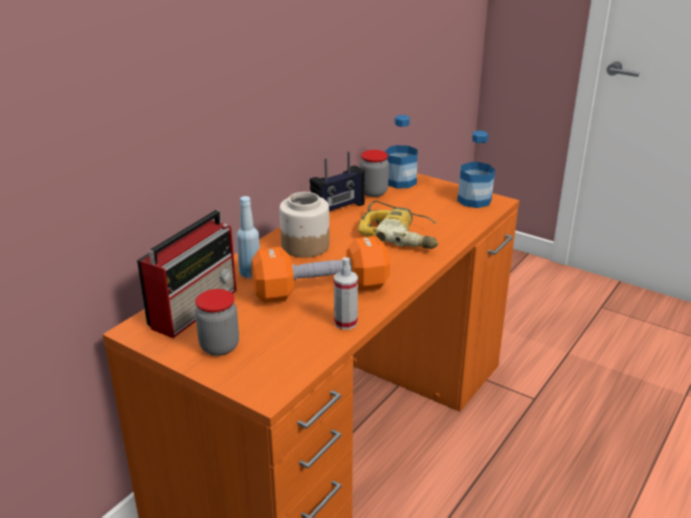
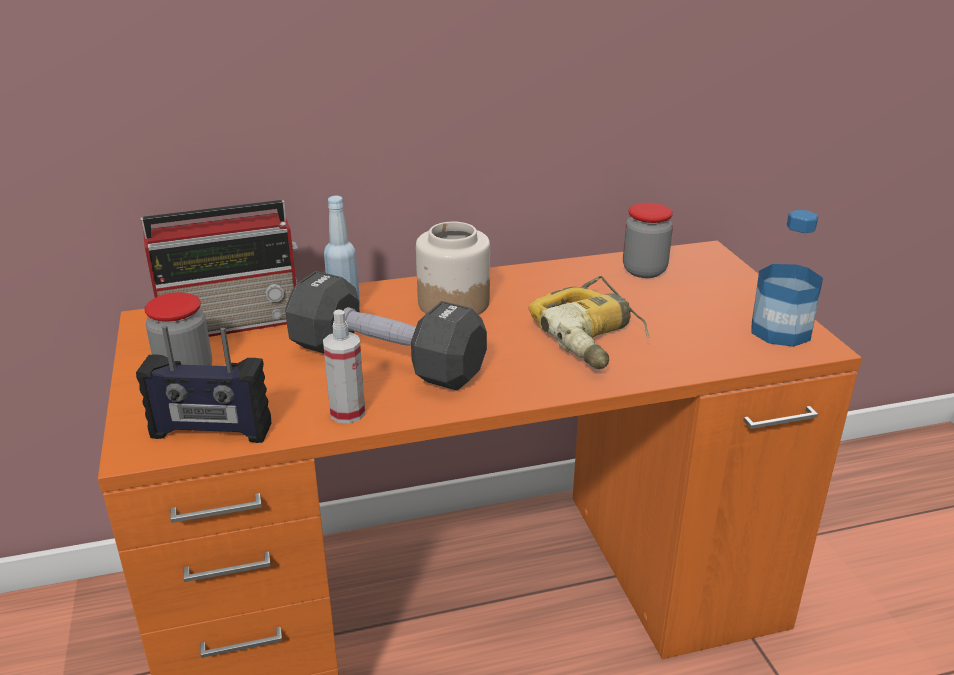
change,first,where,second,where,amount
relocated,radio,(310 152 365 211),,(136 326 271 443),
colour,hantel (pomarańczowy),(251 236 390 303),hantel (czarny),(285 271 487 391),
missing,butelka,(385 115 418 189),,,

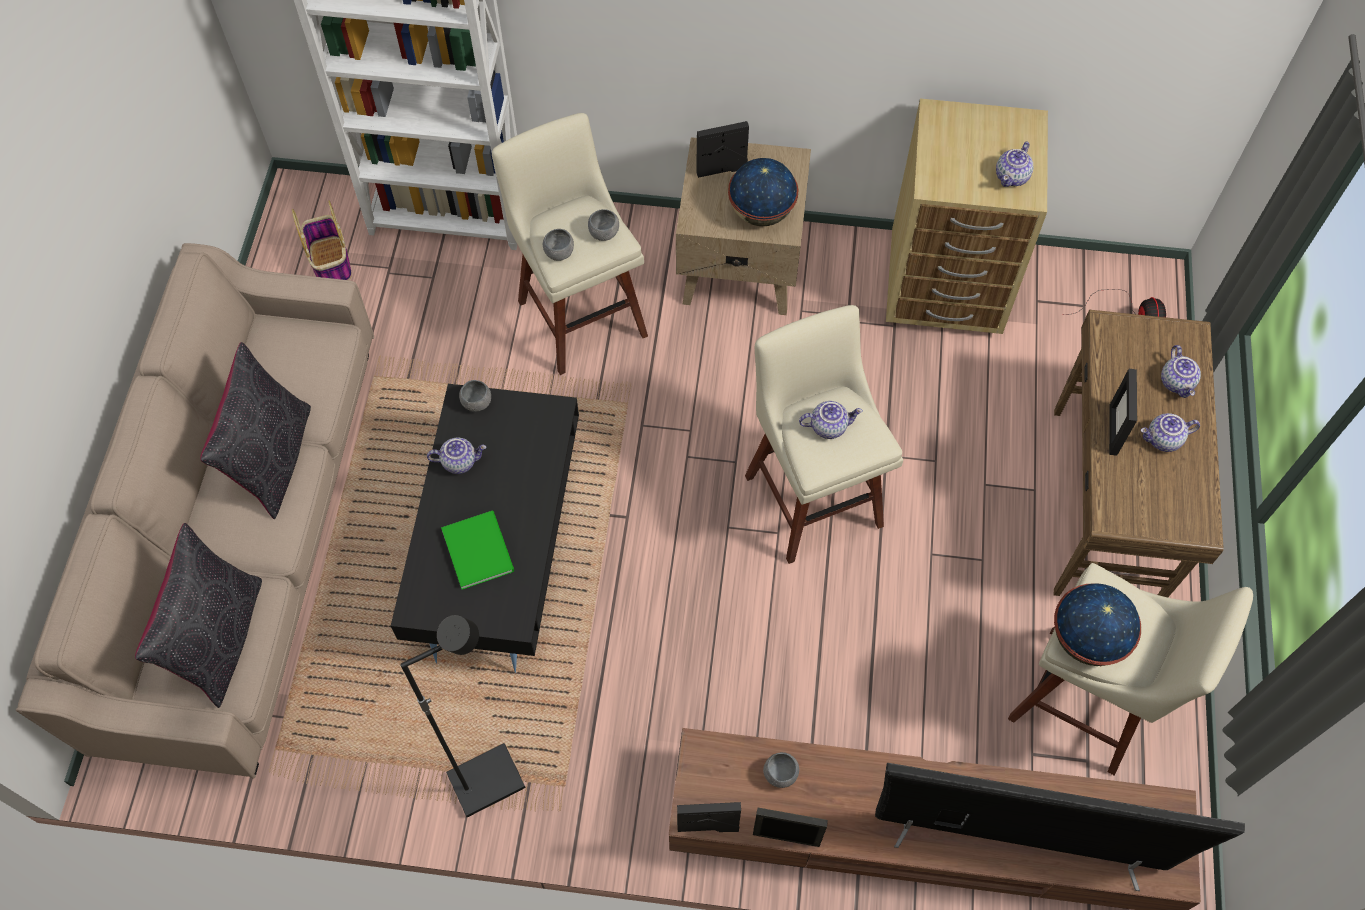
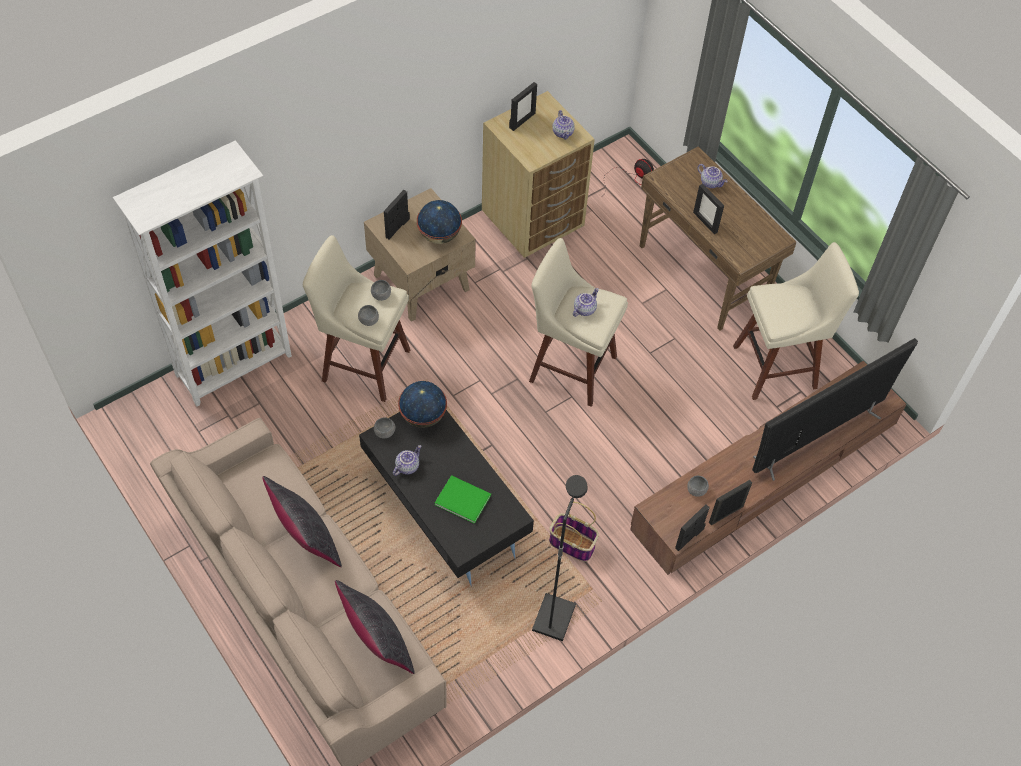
change,first,where,second,where,amount
relocated,globus,(1054 583 1141 666),,(398 381 447 428),
appeared,,,ramka na zdjęcie,(509 82 537 131),
relocated,koszyk,(292 200 352 280),,(549 502 599 562),
missing,imbryk,(1141 413 1200 452),,,

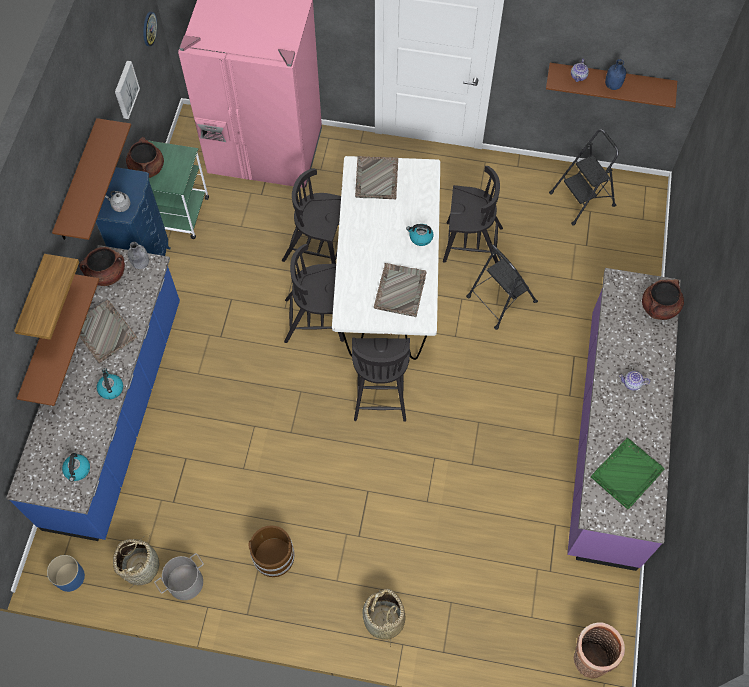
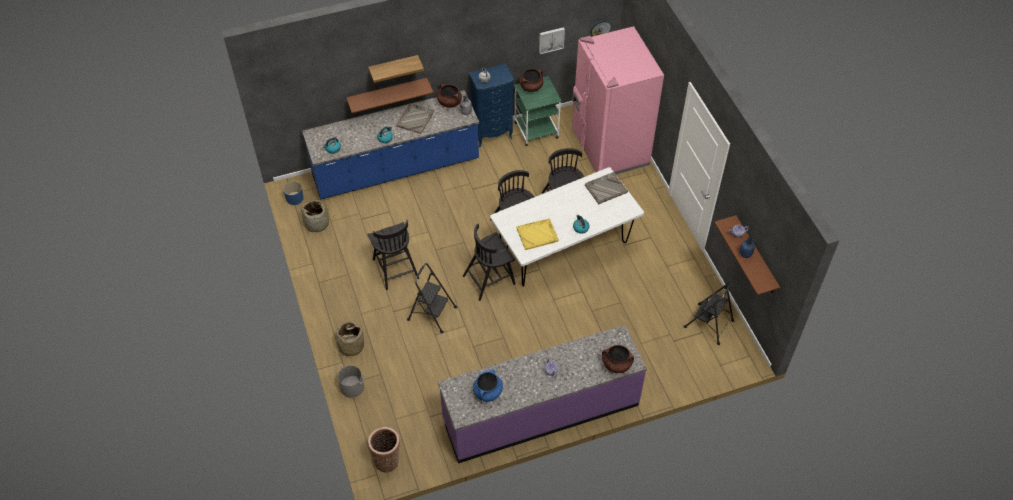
change,first,where,second,where,amount
relocated,wiadro (szary),(154 553 204 600),,(333 365 366 398),
relocated,krzesło (czarny),(443 166 503 263),,(368 220 419 290),
relocated,drabinka (czarny),(466 244 538 330),,(407 263 457 333),
exchanged,taca (zielony),(591 438 664 509),garnek (niebieski),(473 369 503 402),
colour,taca (szary),(374 263 427 317),taca (żółty),(516 218 559 250),
missing,półka (brązowy),(52 118 131 240),,,
missing,wiadro (brązowy),(249 525 295 577),,,

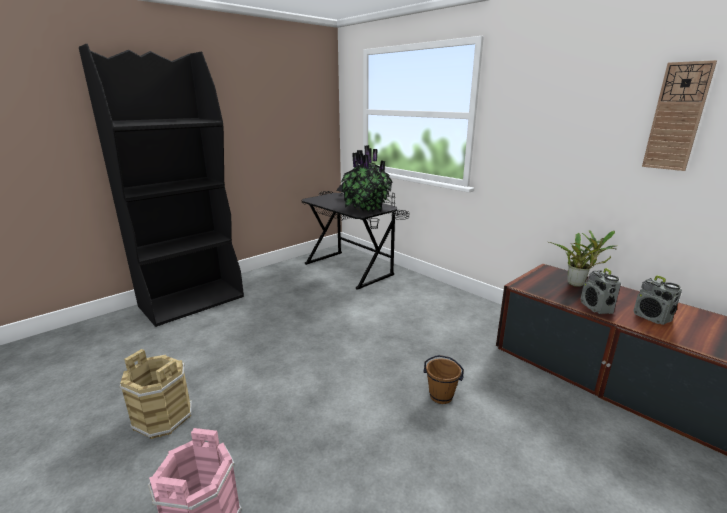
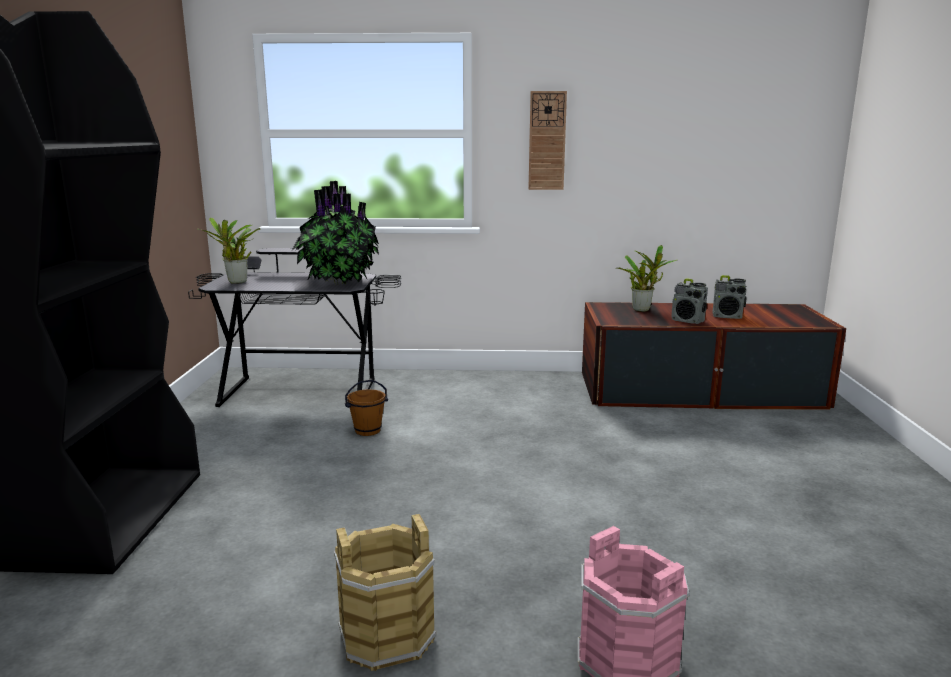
change,first,where,second,where,amount
appeared,,,roślina doniczkowa,(197 218 260 284),
relocated,wiadro (brązowy),(423 355 464 404),,(345 380 388 436),
relocated,zegar ścienny,(642 60 717 171),,(529 91 567 190),

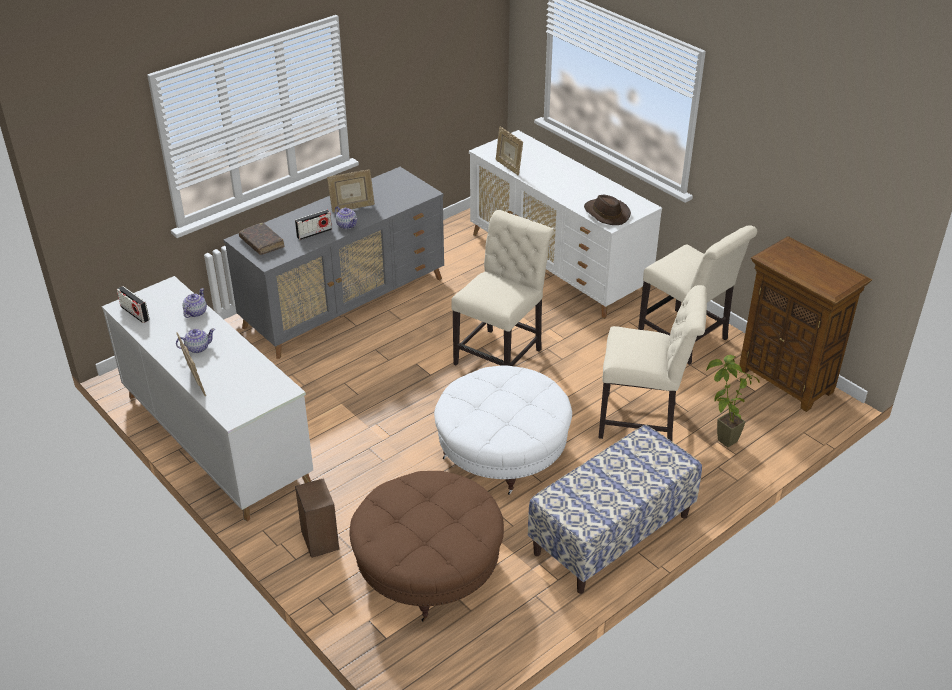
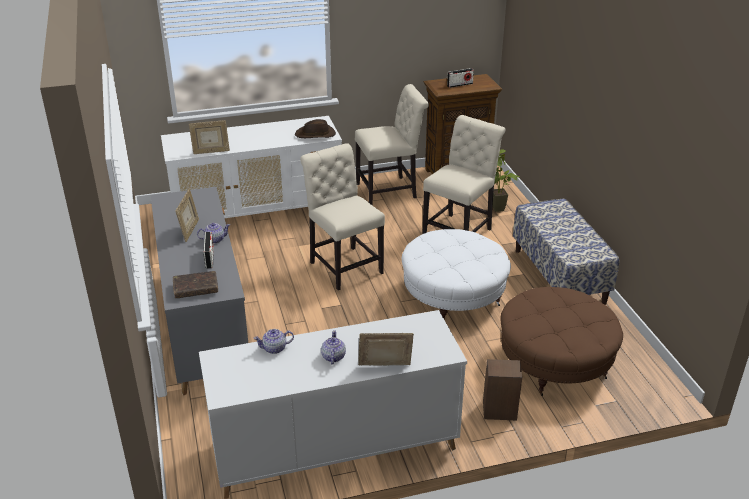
change,first,where,second,where,amount
spun,imbryk,(182 288 207 318),,(253 329 294 354),60 degrees counterclockwise
relocated,radio,(117 286 150 323),,(447 68 474 88),

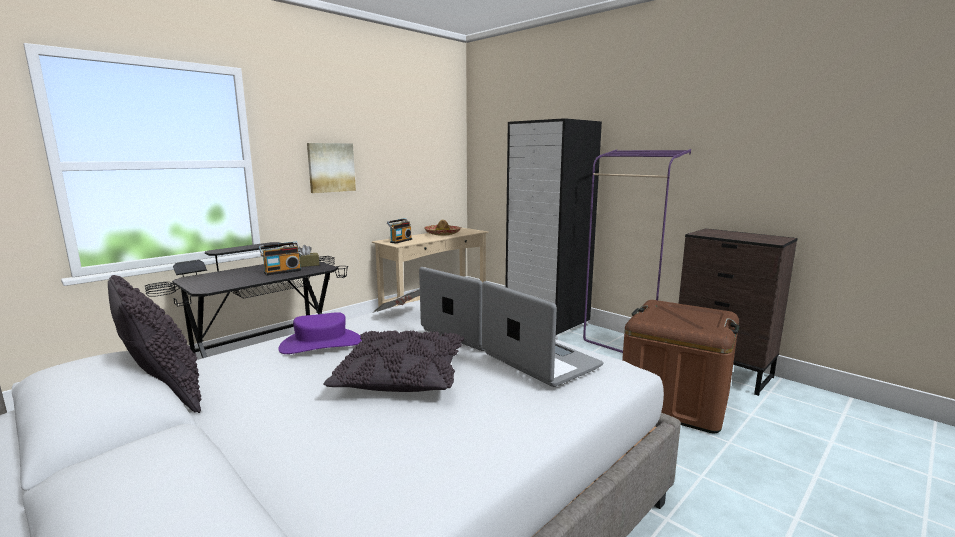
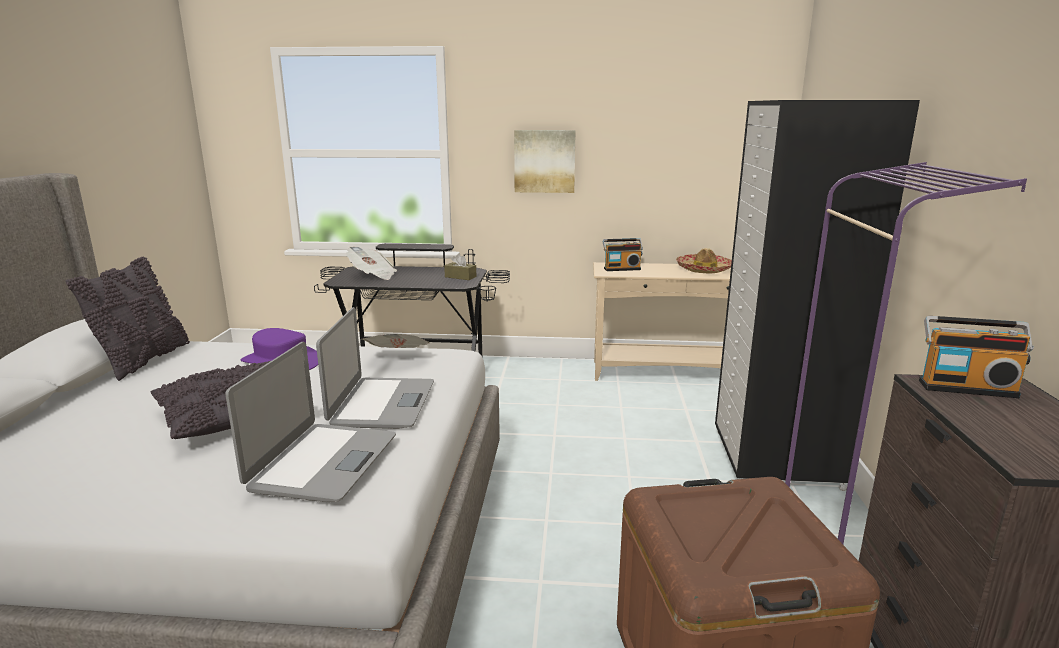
change,first,where,second,where,amount
appeared,,,gazeta,(346 246 397 280),
relocated,radio,(259 242 301 275),,(919 316 1034 398),

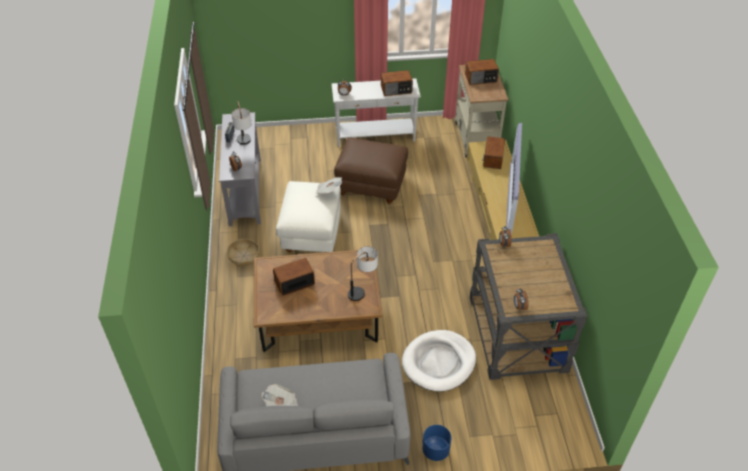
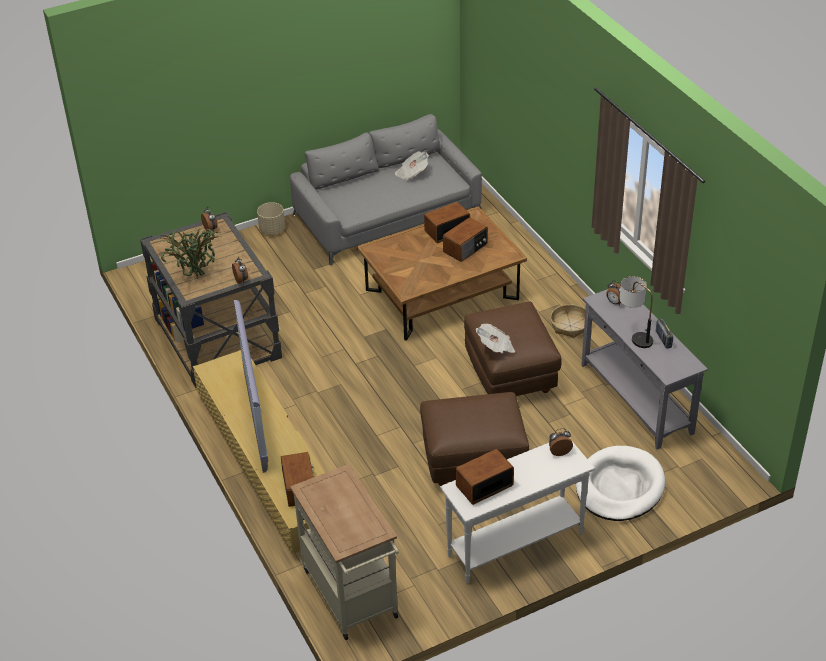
change,first,where,second,where,amount
appeared,,,roślina doniczkowa,(157 227 221 279),
colour,donica (niebieski),(422 425 451 461),donica (beżowy),(257 202 285 235),
relocated,radio,(465 59 499 85),,(424 202 470 243),
colour,pufa (biały),(276 181 341 252),pufa (brązowy),(464 302 562 396),
relocated,legowisko (biały),(402 330 476 392),,(576 446 665 521),
missing,lampa stołowa,(348 246 378 301),,,

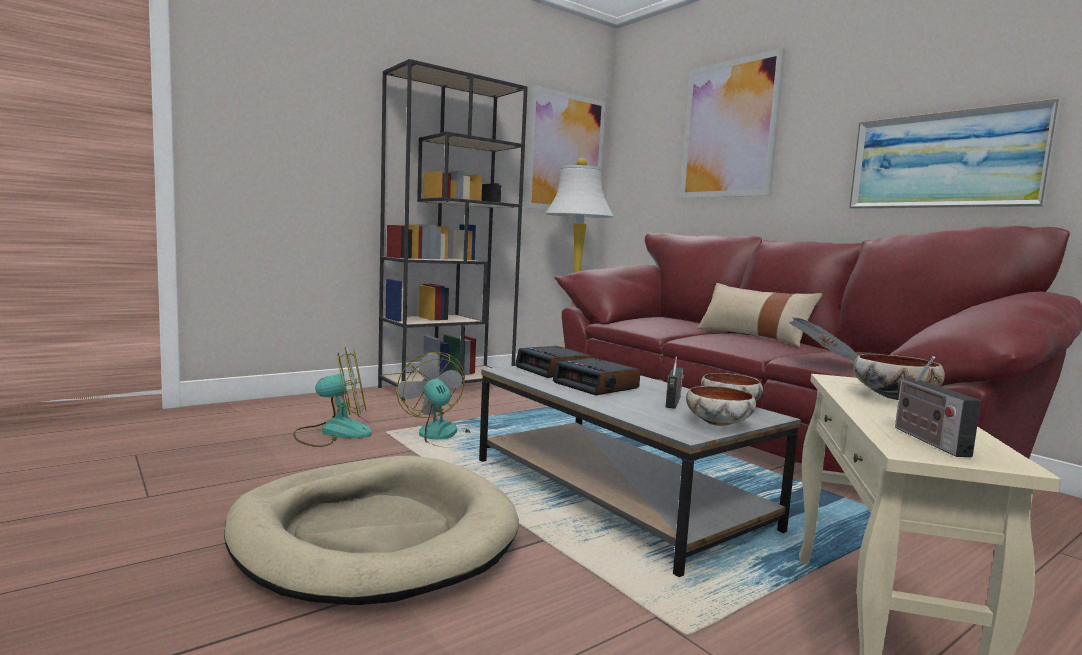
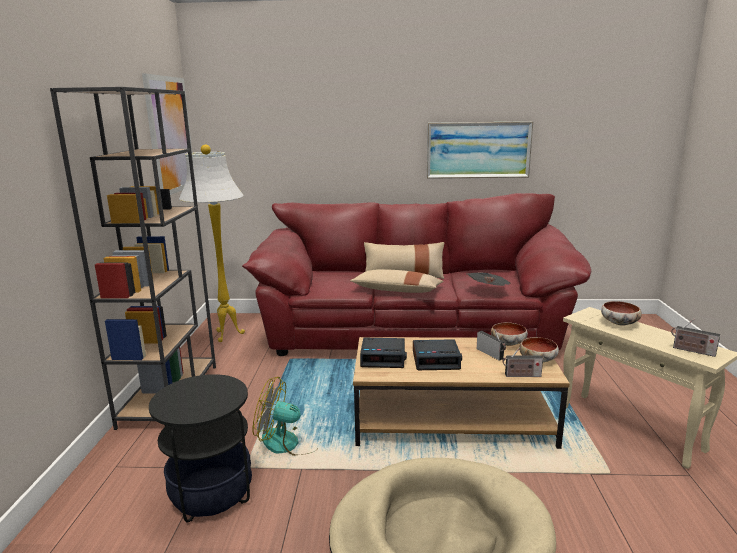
change,first,where,second,where,amount
exchanged,wentylator,(293 347 372 447),stolik (czarny),(149 374 252 523),
appeared,,,poduszka (beżowy),(350 269 443 293),
colour,ława (szary),(479 366 801 577),ława (brązowy),(353 337 570 449),
appeared,,,radio,(503 346 543 377),
missing,obraz,(680 48 786 198),,,

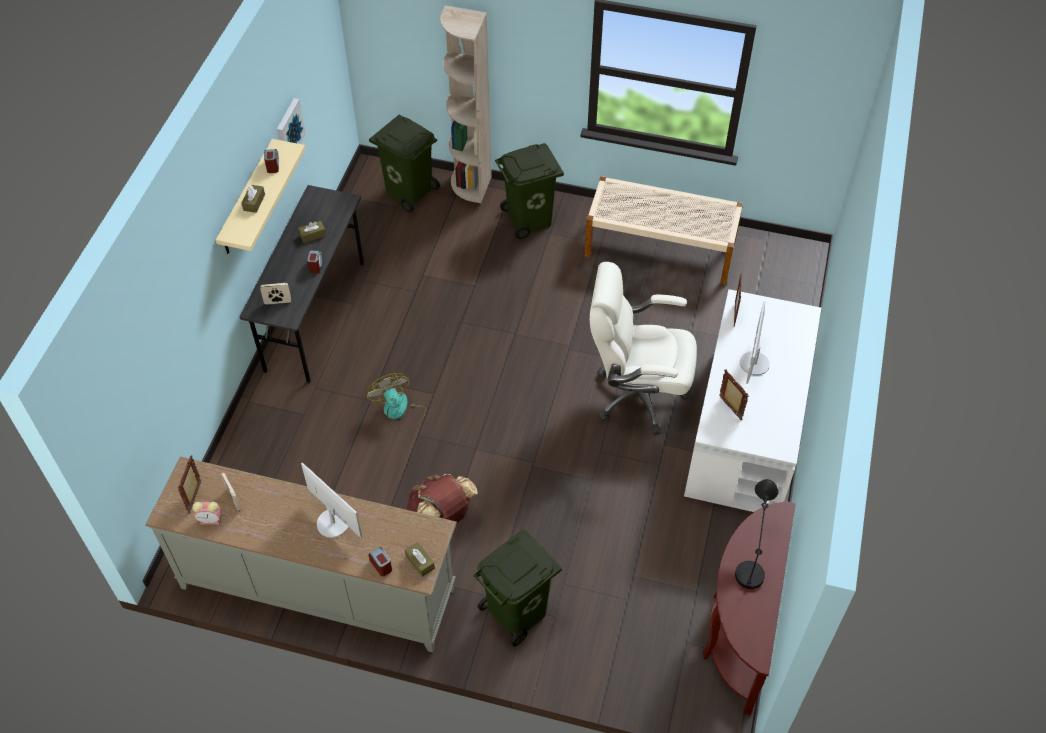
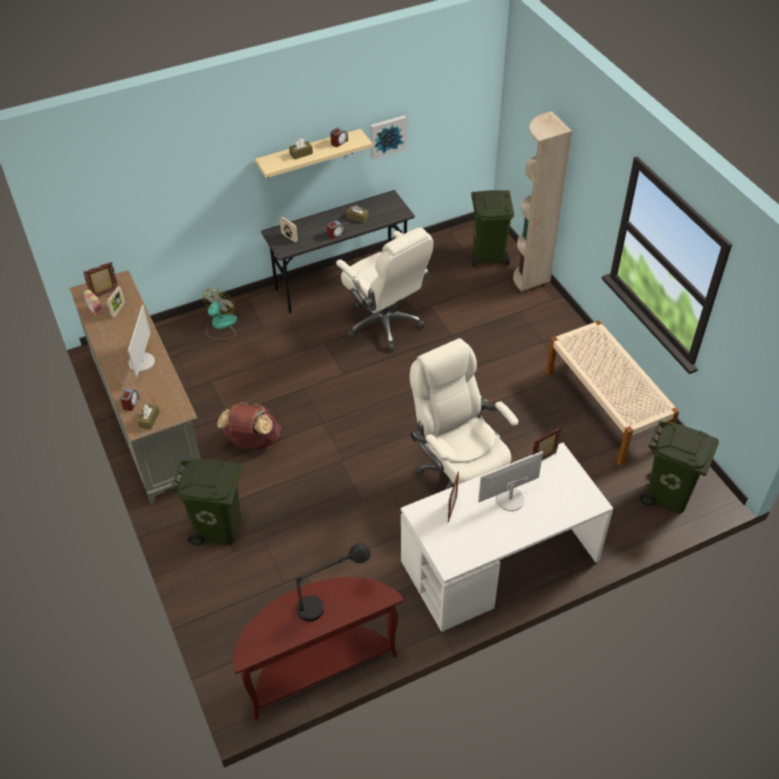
change,first,where,second,where,amount
relocated,wentylator,(367 373 426 431),,(203 288 237 339),
appeared,,,krzesło biurowe (biały),(336 227 433 351),
relocated,kosz na śmieci (zielony),(495 143 564 239),,(639 421 719 513),

